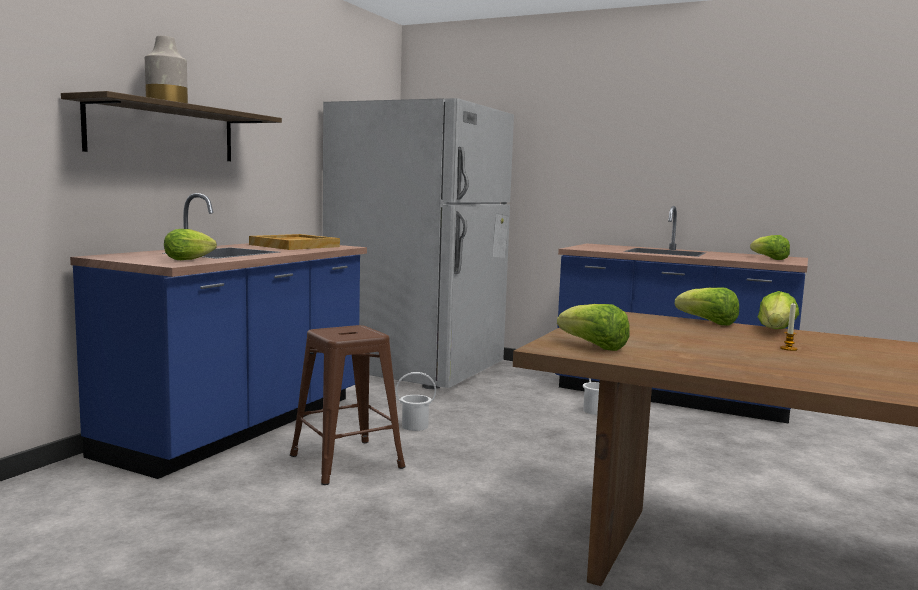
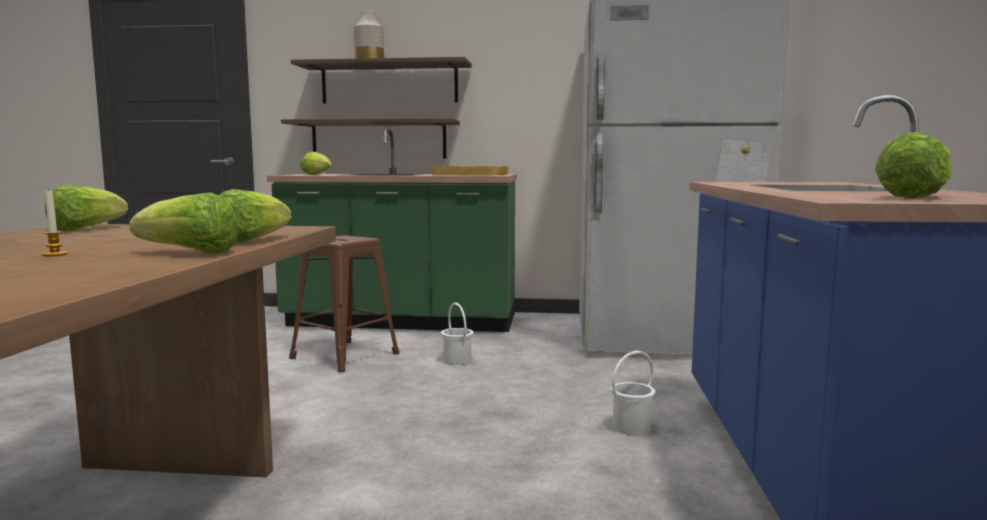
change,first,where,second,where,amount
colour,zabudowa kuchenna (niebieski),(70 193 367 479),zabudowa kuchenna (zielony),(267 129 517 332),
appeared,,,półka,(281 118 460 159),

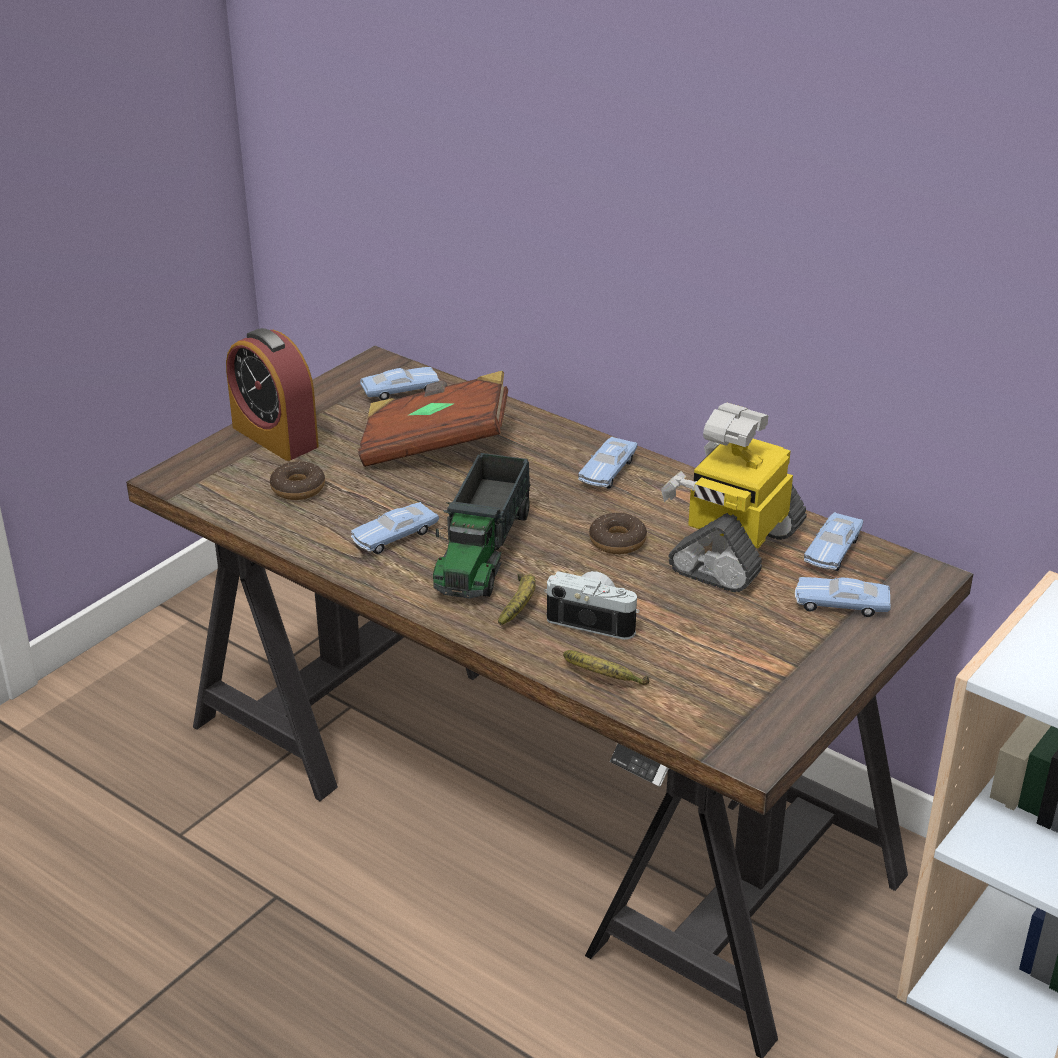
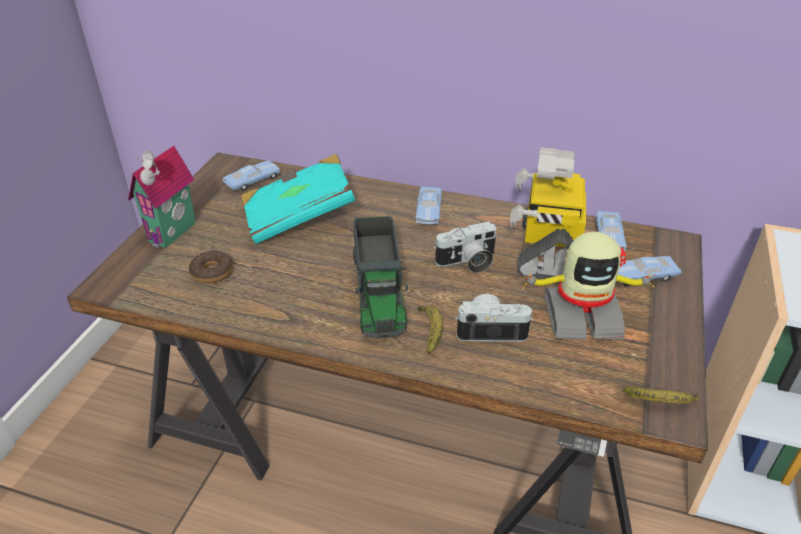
change,first,where,second,where,amount
exchanged,budzik,(226 328 319 461),domek,(128 146 196 248),
colour,książka (brązowy),(358 371 508 467),książka (turkusowy),(241 154 356 244),
exchanged,donut,(589 512 647 554),aparat fotograficzny,(434 221 497 273),
appeared,,,robot zabawkowy,(521 232 656 339),
relocated,banan,(563 650 649 685),,(624 387 700 404),
missing,samochodzik (niebieski),(351 502 439 554),,,

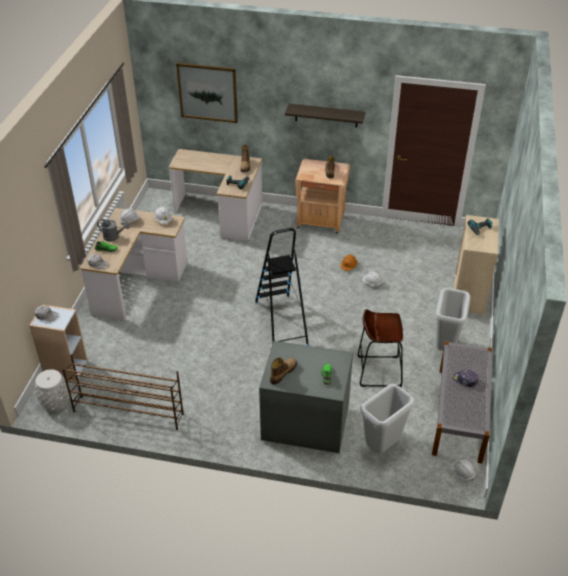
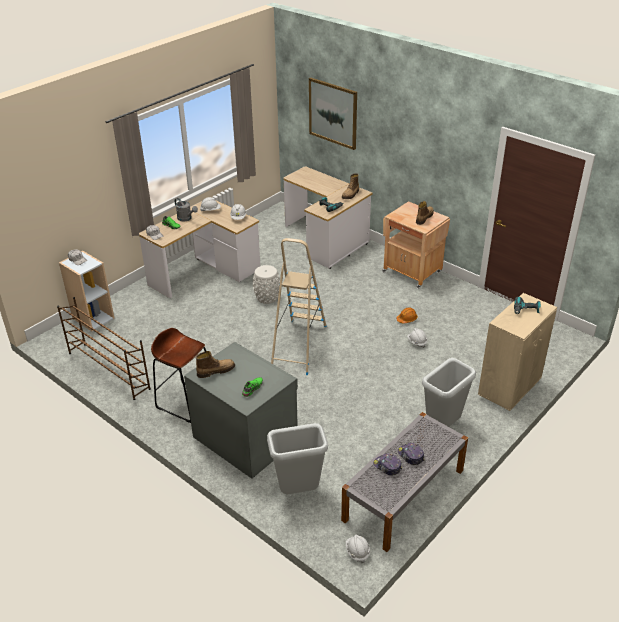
change,first,where,second,where,amount
relocated,stołek (brązowy),(358 309 403 387),,(151 328 206 423),
relocated,stołek (biały),(35 369 68 412),,(253 265 280 304),
colour,drabinka (czarny),(255 228 309 346),drabinka (beżowy),(271 238 326 375),
appeared,,,czapka z daszkiem,(373 453 402 475),
missing,półka,(285 104 365 128),,,

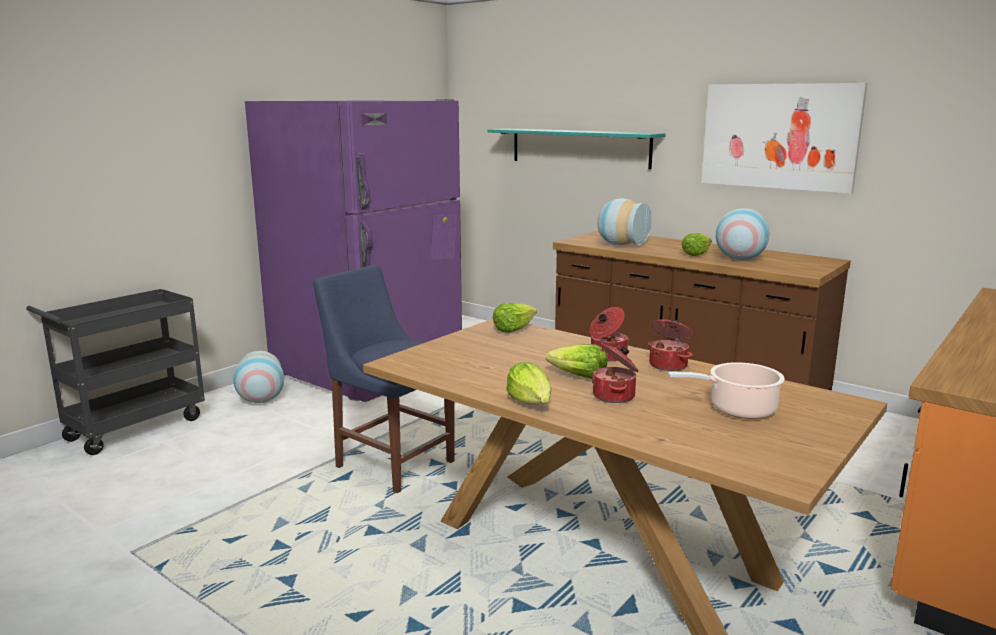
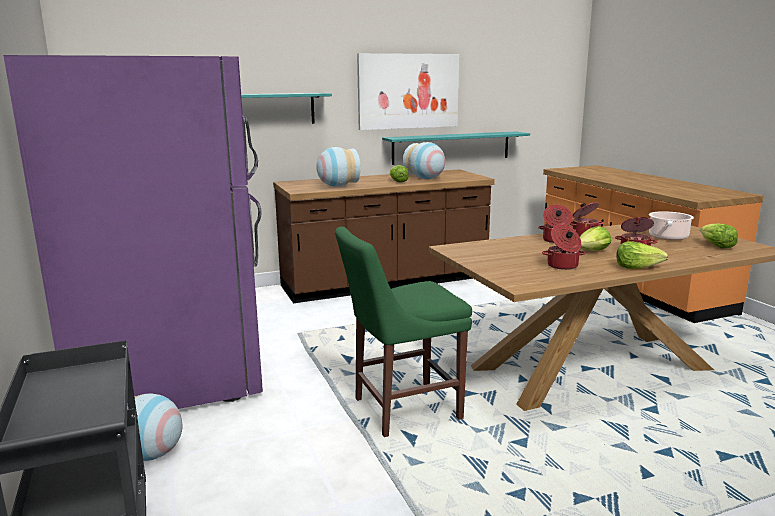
change,first,where,second,where,amount
colour,krzesło (niebieski),(313 265 455 493),krzesło (zielony),(335 227 472 437),
appeared,,,półka (turkusowy),(382 131 530 165),
appeared,,,garnek,(542 224 585 270),
relocated,sałata,(493 303 537 333),,(700 223 738 249),

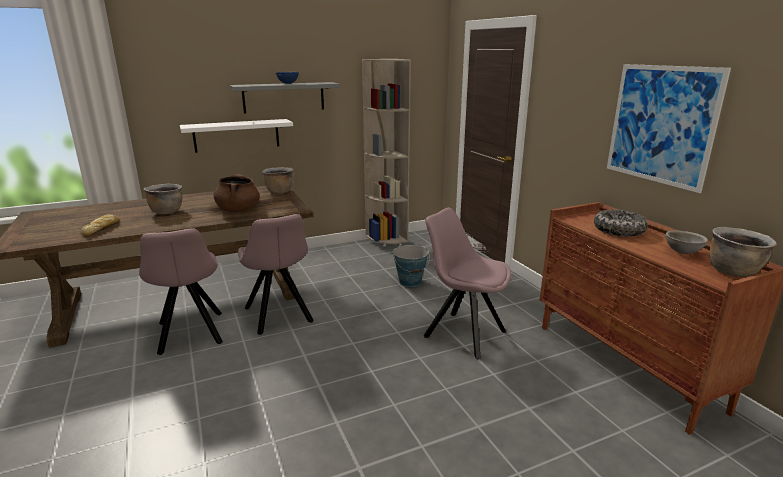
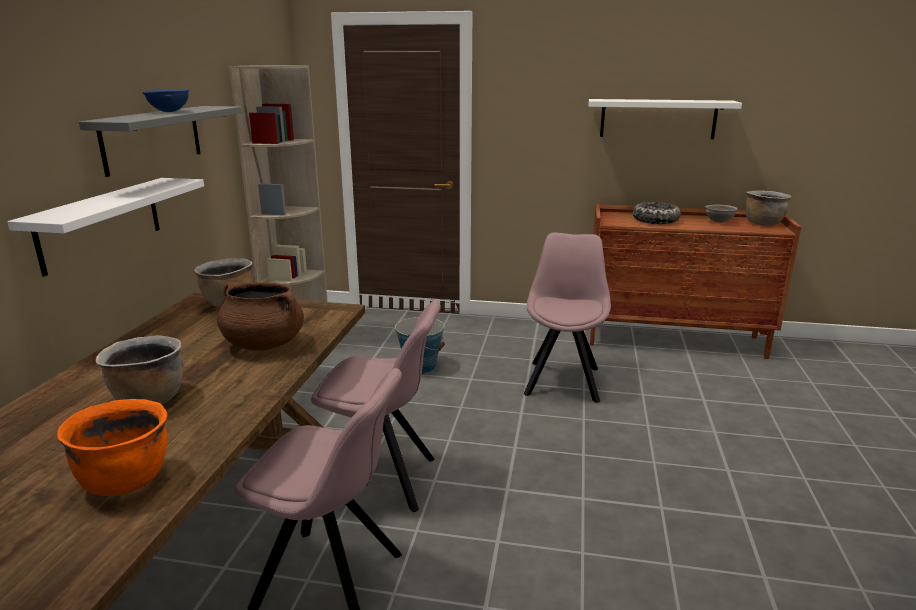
change,first,where,second,where,amount
exchanged,chleb,(81 214 119 237),garnek (pomarańczowy),(57 399 168 496),
spun,krzesło (różowy),(424 208 511 359),,(524 232 611 403),120 degrees clockwise
exchanged,obraz,(607 64 731 193),półka (biały),(589 99 742 139),

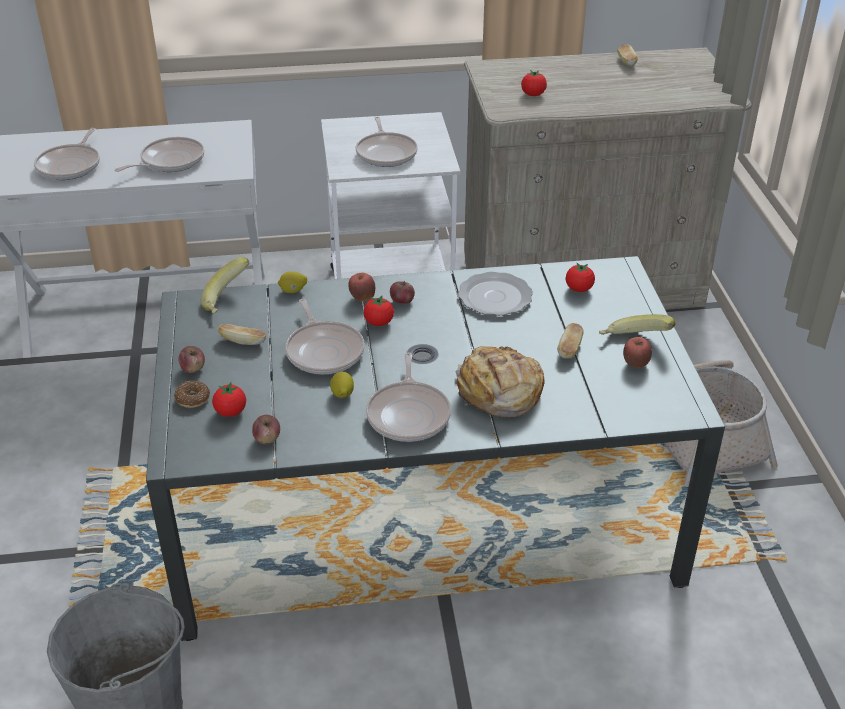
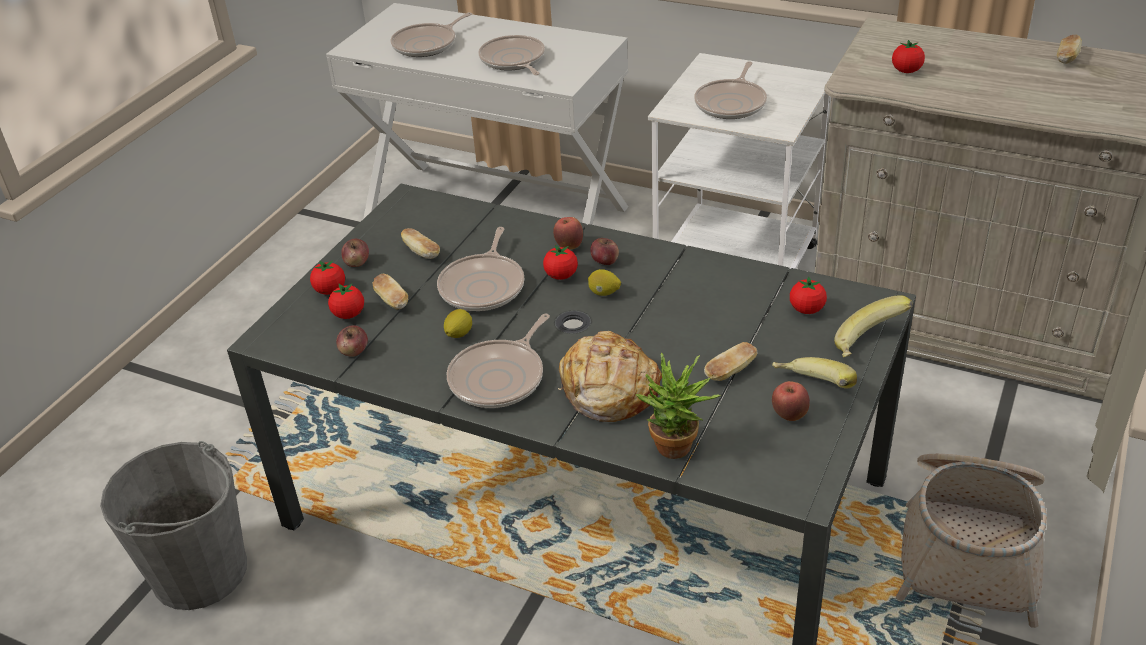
change,first,where,second,where,amount
exchanged,donut,(174 381 210 408),pomidor,(310 260 345 295),
appeared,,,chleb,(372 274 408 309),
spun,patelnia,(115 137 205 172),,(478 35 545 75),105 degrees counterclockwise
relocated,cytryna,(278 271 307 293),,(588 269 621 296),
appeared,,,roślina doniczkowa,(635 353 721 459),
relocated,banan,(201 257 250 314),,(834 295 913 357),
missing,talerz,(458 272 533 316),,,

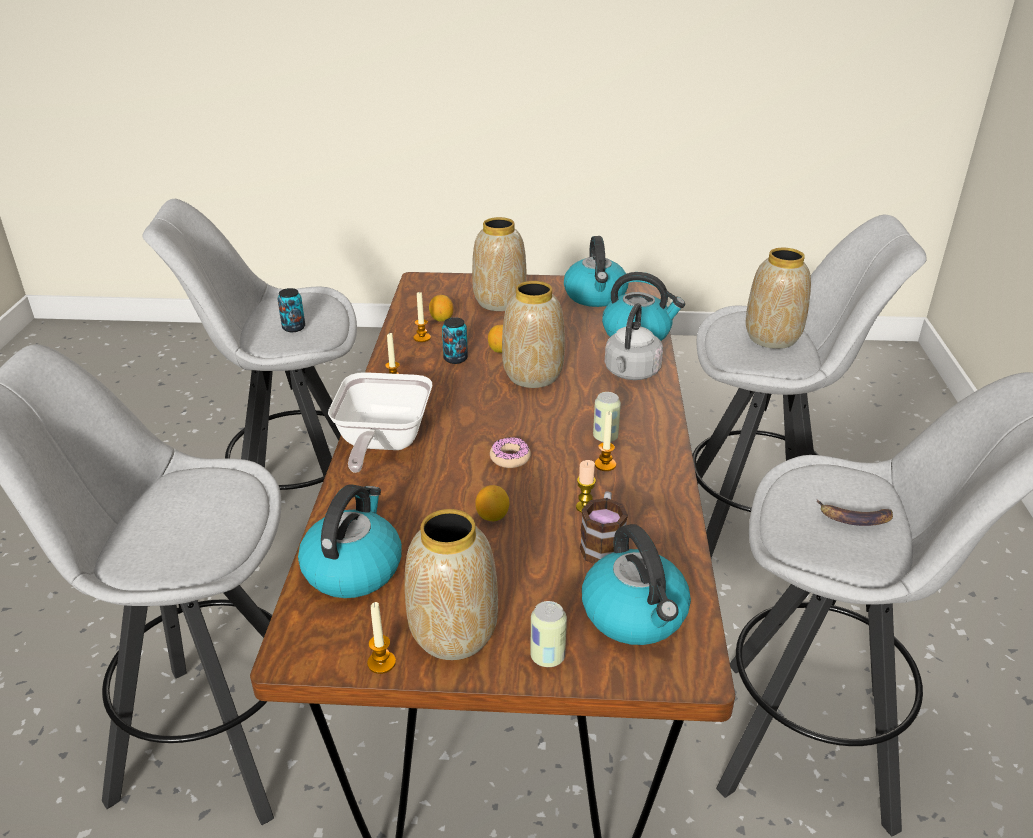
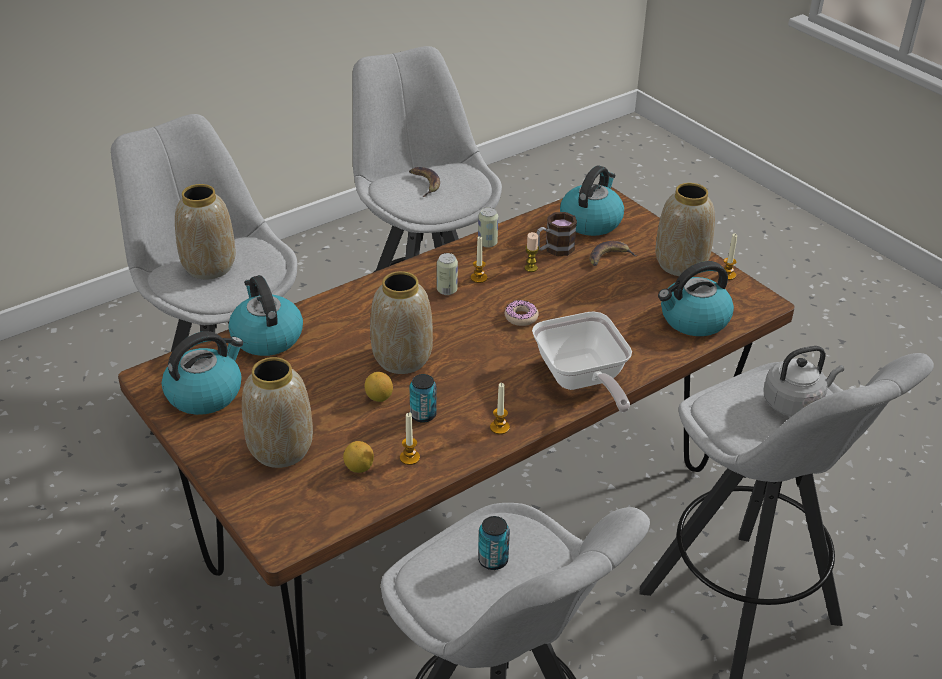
change,first,where,second,where,amount
relocated,puszka,(530 601 567 667),,(478 207 498 248),
spun,patelnia,(328 372 432 473),,(532 311 632 412),105 degrees clockwise
appeared,,,banan,(590 241 638 266),
relocated,czajnik (szary),(605 303 663 380),,(763 346 844 416),
missing,cytryna,(475 485 509 521),,,

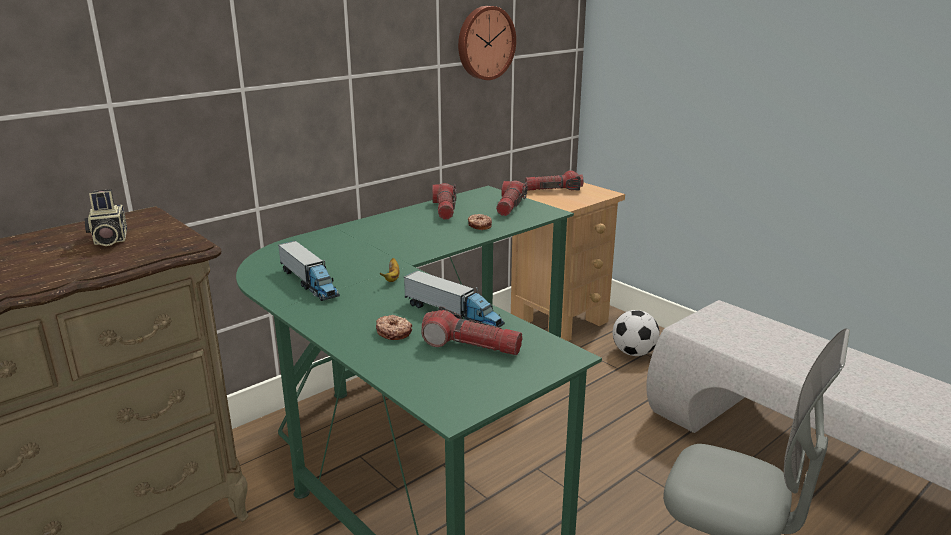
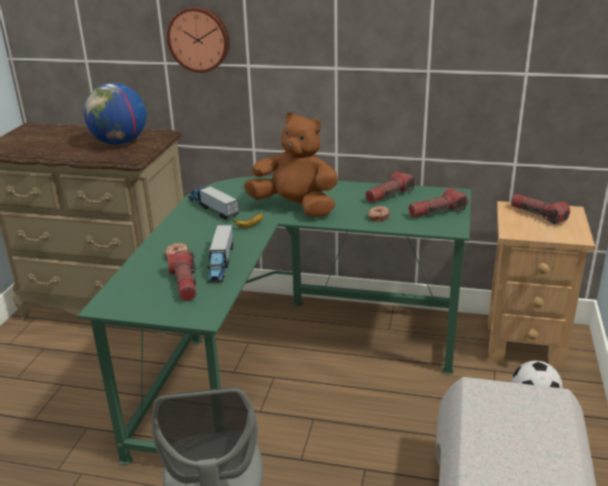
change,first,where,second,where,amount
exchanged,aparat fotograficzny,(85 189 127 246),globus,(84 83 147 145),
relocated,zegar ścienny,(458 6 516 80),,(167 7 229 73),
spun,ciężarówka zabawkowa,(278 241 340 301),,(188 184 239 220),120 degrees clockwise
appeared,,,pluszak (brązowy),(244 112 338 217),

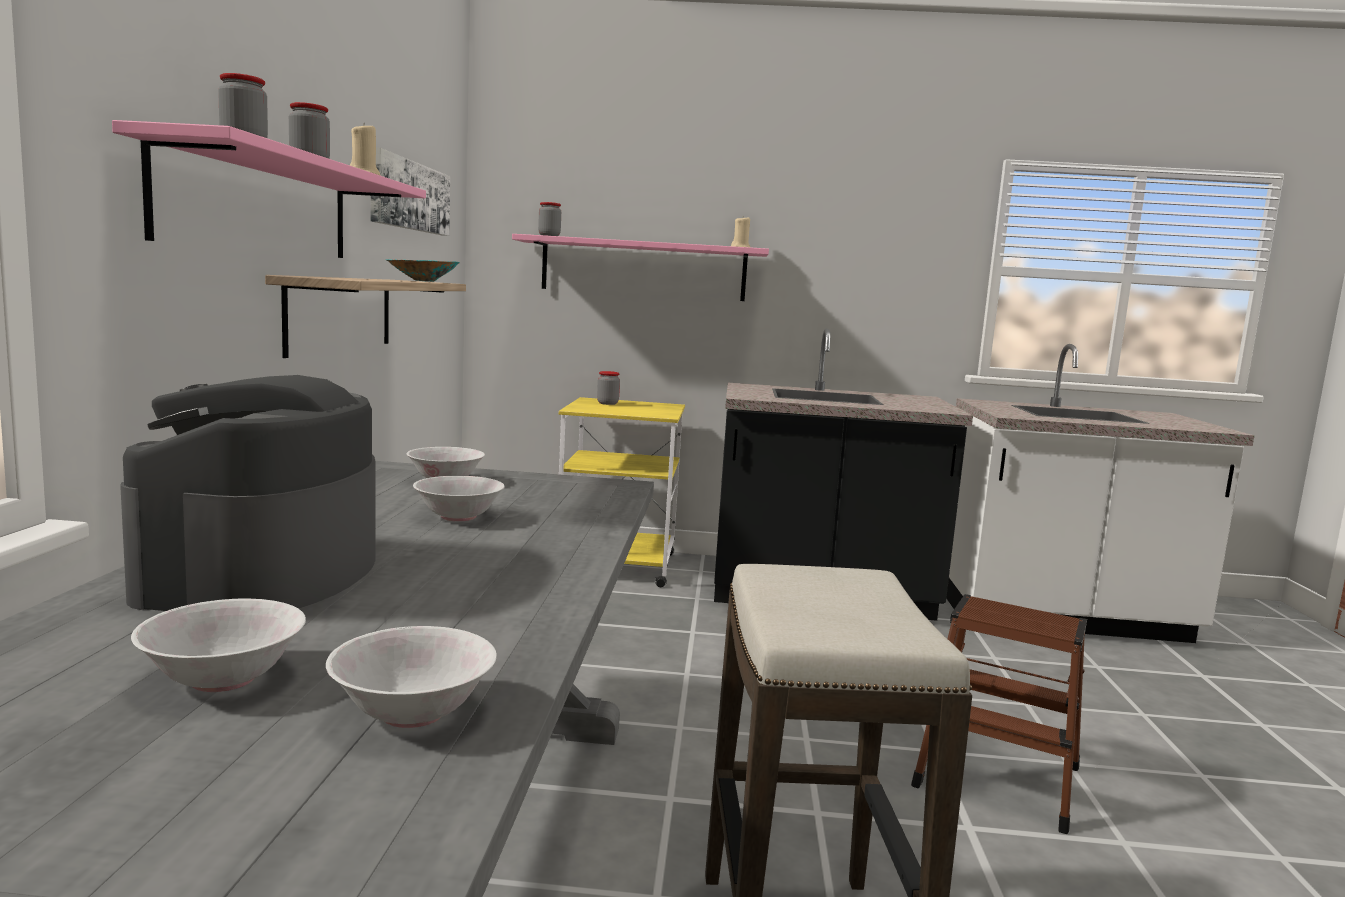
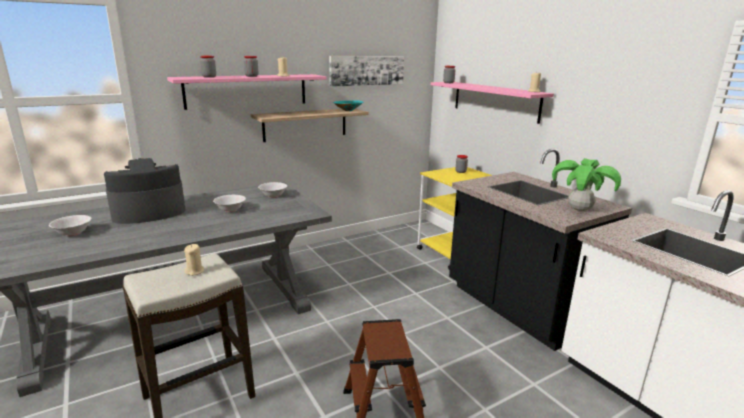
change,first,where,second,where,amount
appeared,,,świeca (beżowy),(184 244 204 276),
appeared,,,roślina doniczkowa,(552 158 621 211),
missing,miska (biały),(326 626 497 728),,,

